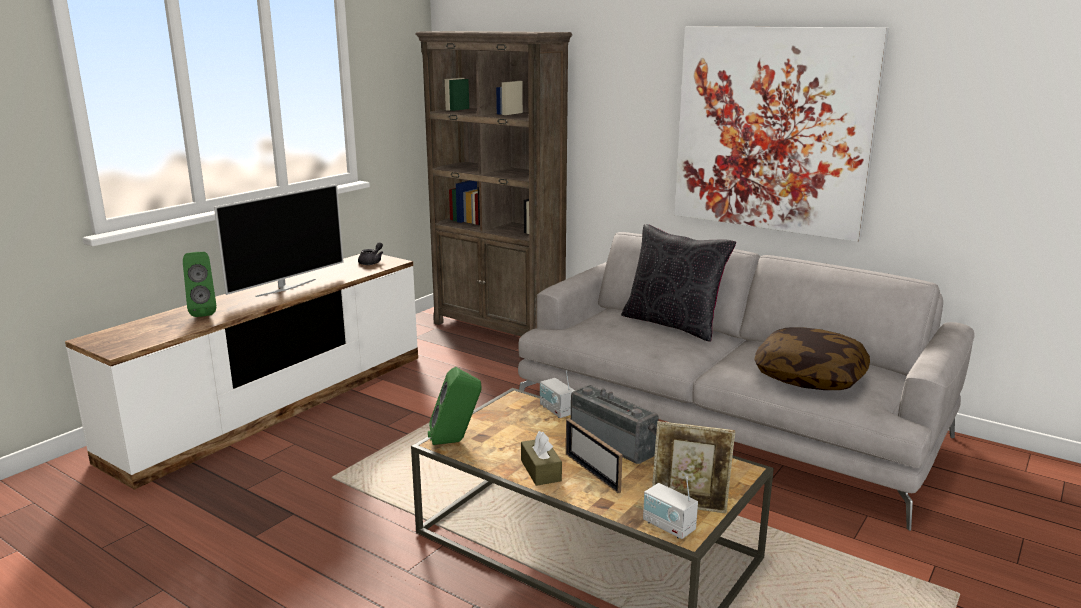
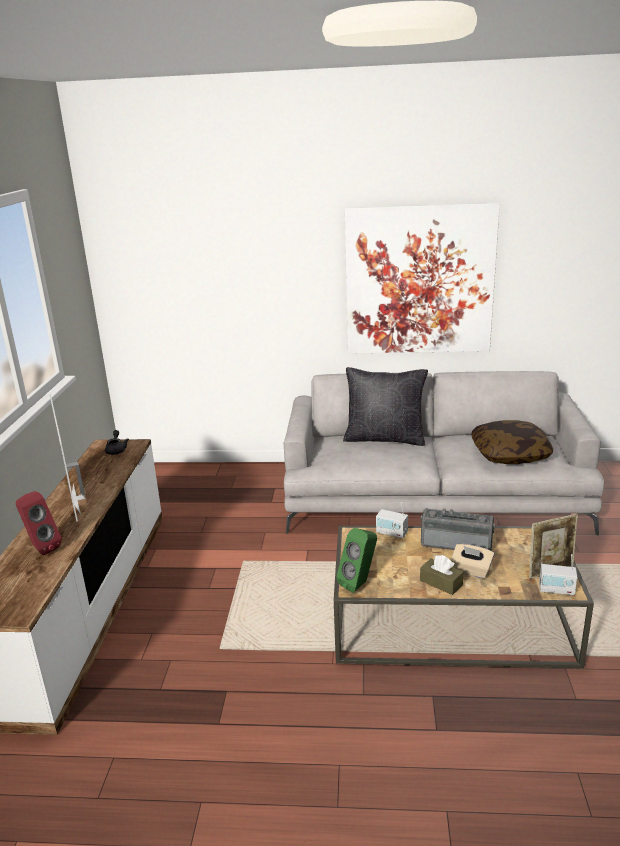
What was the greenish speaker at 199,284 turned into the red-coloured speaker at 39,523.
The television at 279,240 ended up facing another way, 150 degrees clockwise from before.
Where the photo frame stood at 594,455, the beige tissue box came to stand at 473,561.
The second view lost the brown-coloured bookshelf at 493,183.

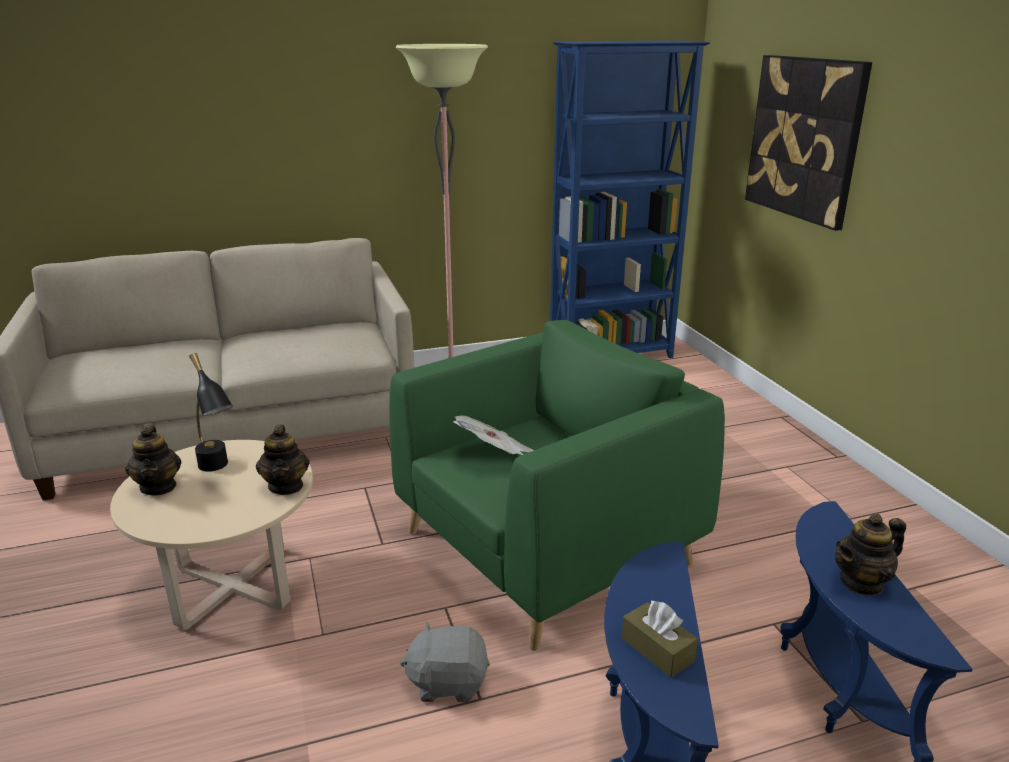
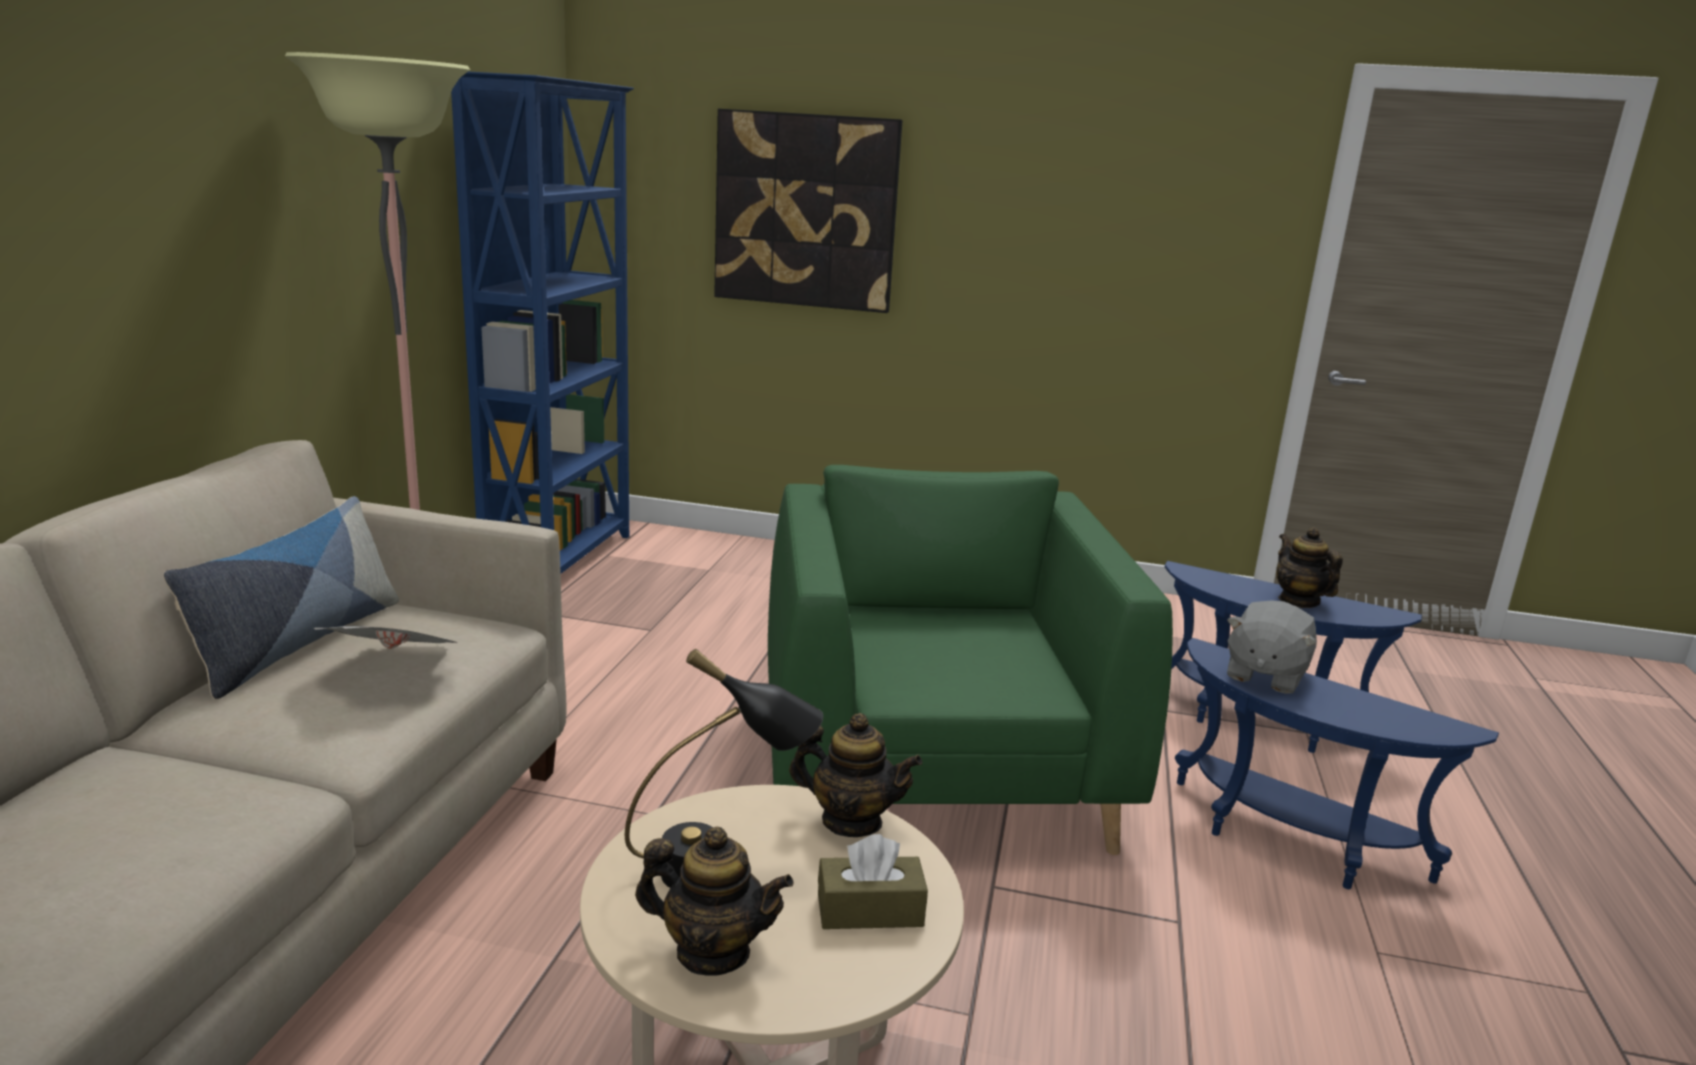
The second view gained the pillow at 281,597.
The printed paper ended up elsewhere, having gone from 493,435 to 385,637.
The brown-coloured tissue box ended up elsewhere, having gone from 660,639 to 873,881.
The greyish soft toy ended up elsewhere, having gone from 445,661 to 1272,647.
The tea pot at 870,555 ended up facing another way, 150 degrees clockwise from before.

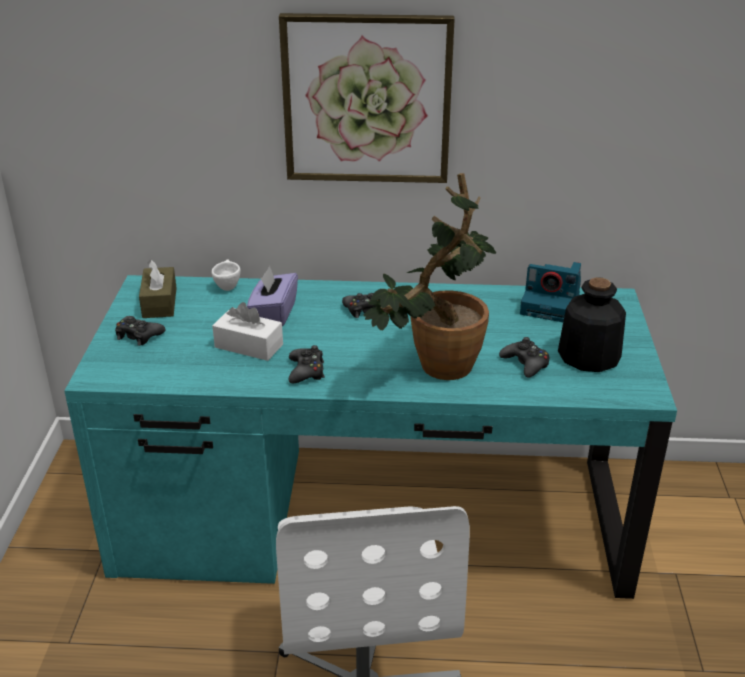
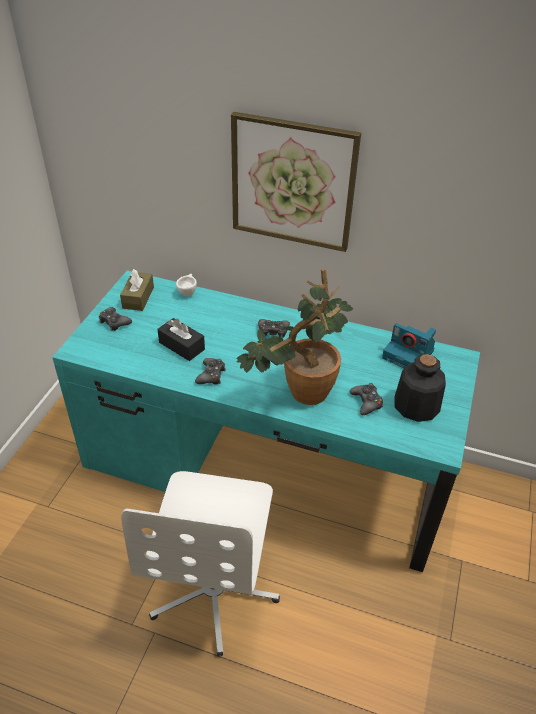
What was the white-coloured tissue box at 247,331 turned into the black tissue box at 181,339.
The second view lost the purple tissue box at 272,296.

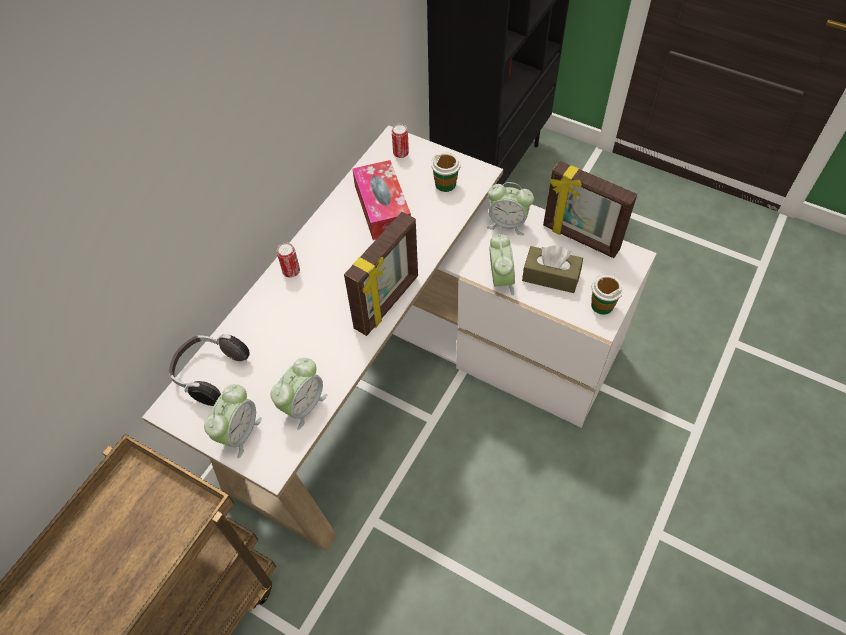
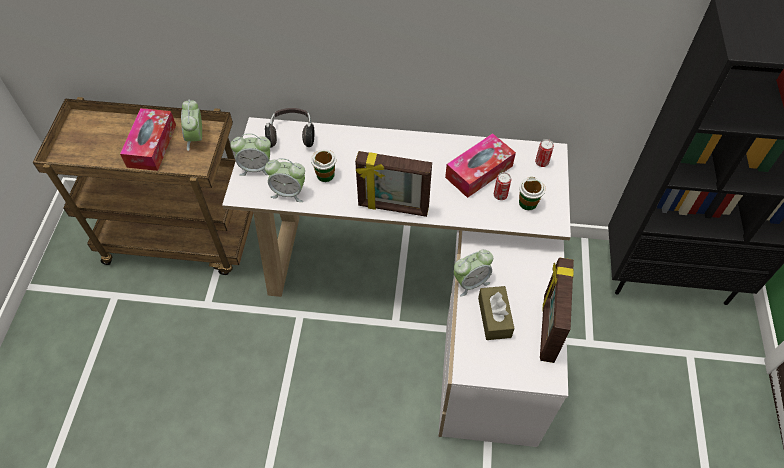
The second view gained the tissue box at 148,139.
The table clock ended up elsewhere, having gone from 510,208 to 191,125.
The small cup ended up elsewhere, having gone from 607,295 to 323,165.
The metal can ended up elsewhere, having gone from 288,260 to 502,186.

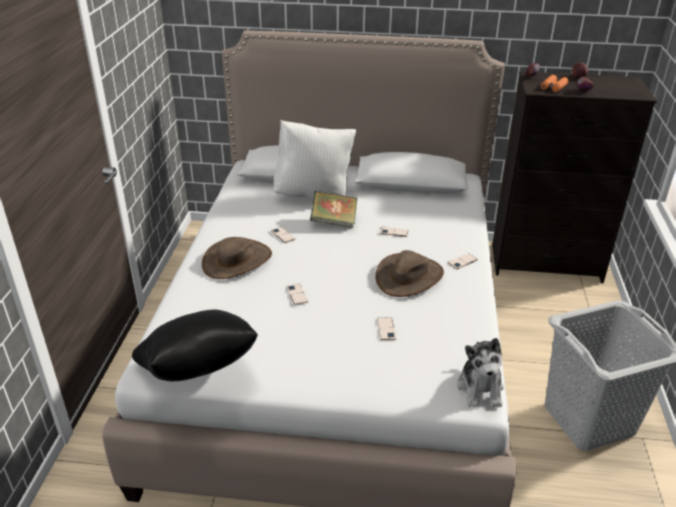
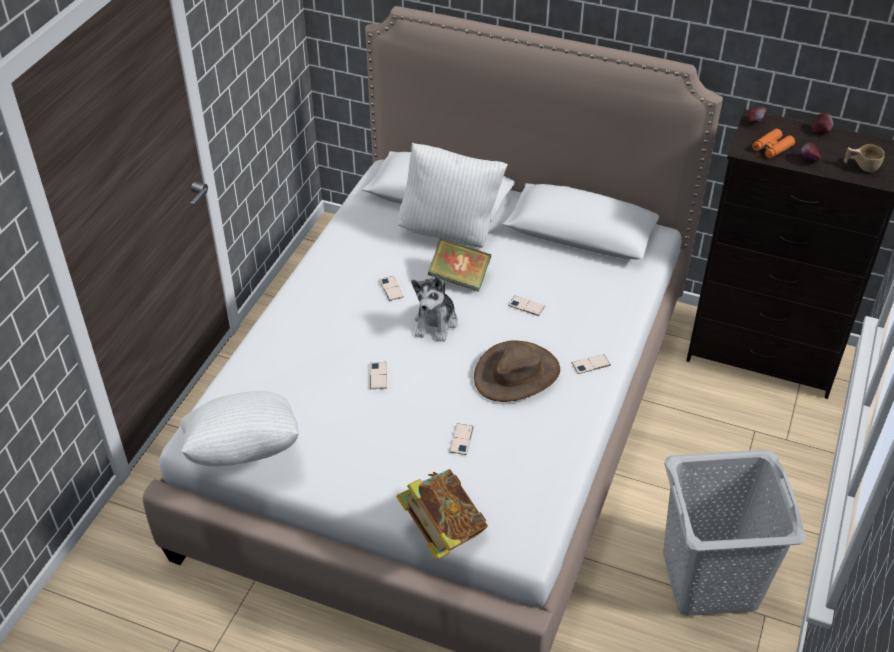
What was the black pillow at 195,345 turned into the white-coloured pillow at 239,429.
The second view gained the book at 442,514.
The soft toy ended up elsewhere, having gone from 480,372 to 434,309.
The second view gained the beige small cup at 864,158.
The second view lost the brown-coloured clothing hat at 237,258.

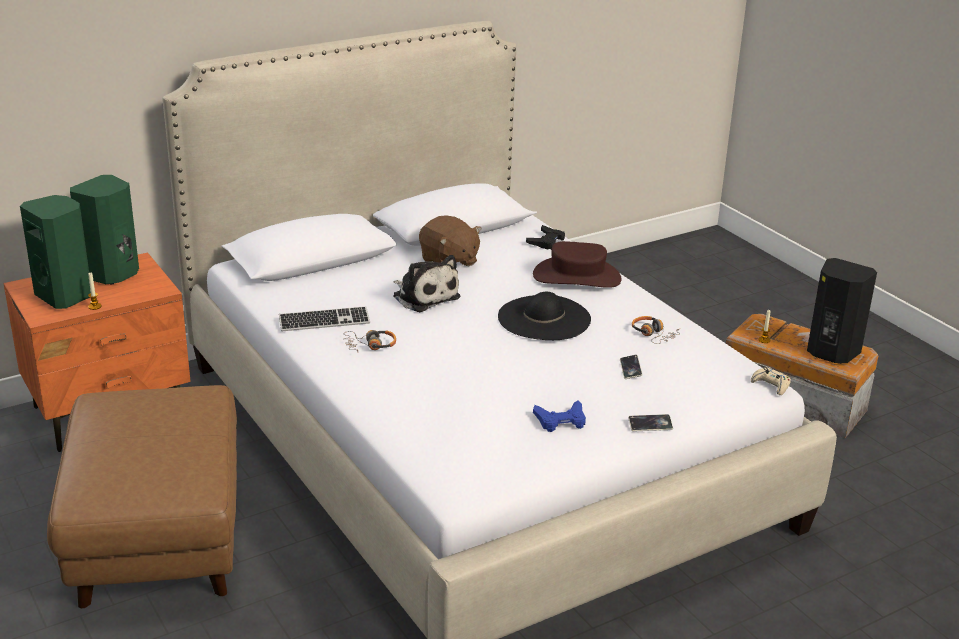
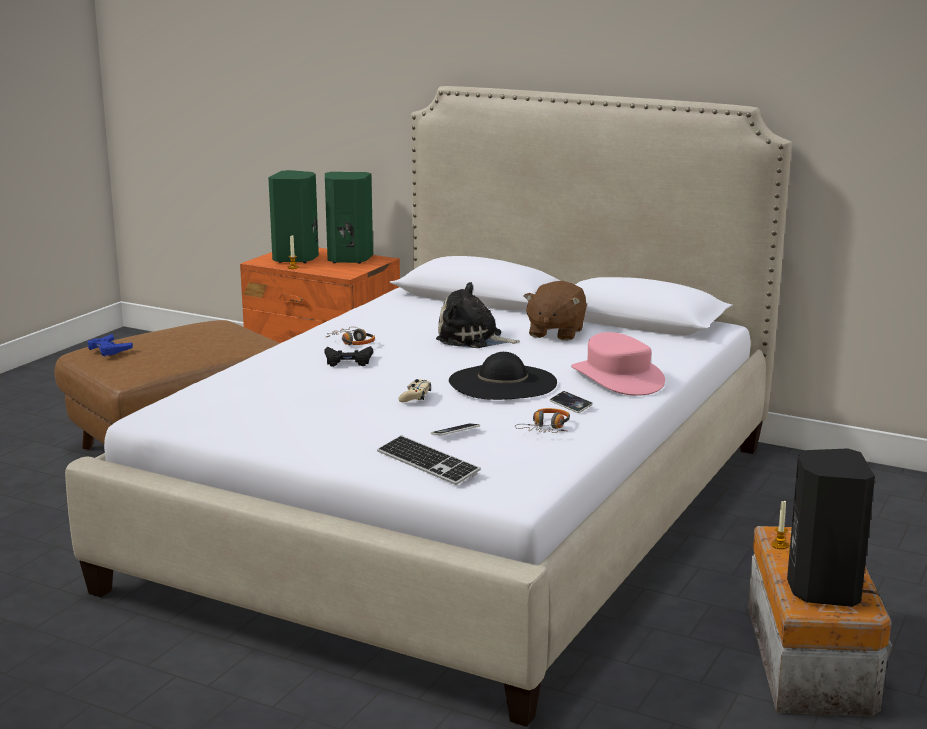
The blue gamepad ended up elsewhere, having gone from 559,416 to 110,345.
The black gamepad ended up elsewhere, having gone from 545,237 to 348,356.
The keyboard ended up elsewhere, having gone from 324,318 to 429,460.
The beige gamepad ended up elsewhere, having gone from 771,381 to 415,390.
The soft toy at 427,283 ended up facing another way, 90 degrees clockwise from before.
The handset ended up elsewhere, having gone from 650,422 to 571,402.
What was the brown-coloured clothing hat at 577,264 turned into the pink-coloured clothing hat at 618,364.

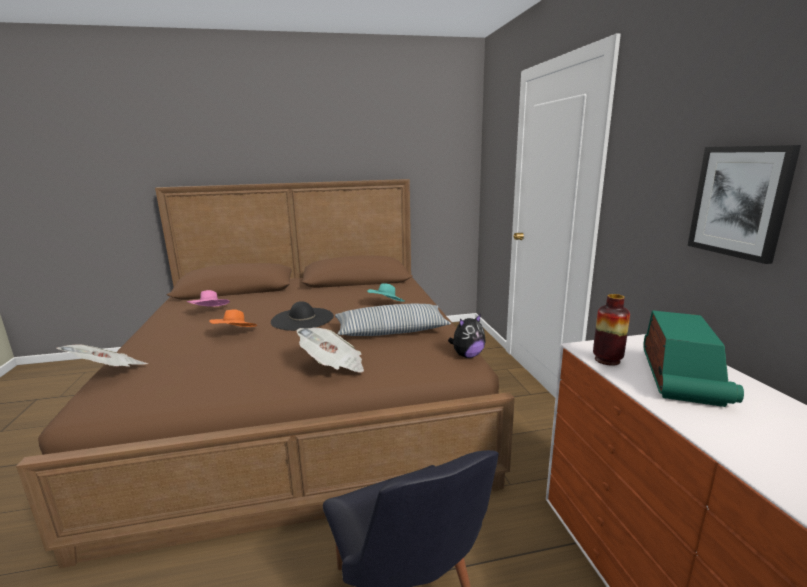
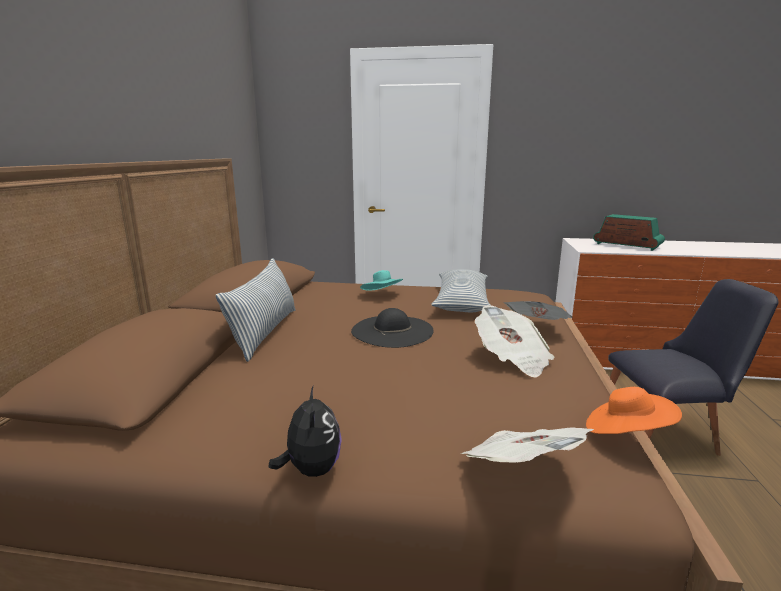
The second view gained the pillow at 255,310.
The soft toy ended up elsewhere, having gone from 467,336 to 305,432.
The second view gained the printed paper at 514,341.
The orange-coloured clothing hat ended up elsewhere, having gone from 233,318 to 634,410.
The second view lost the pink-coloured clothing hat at 208,298.
The second view lost the vase at 611,330.
The second view lost the picture at 744,204.

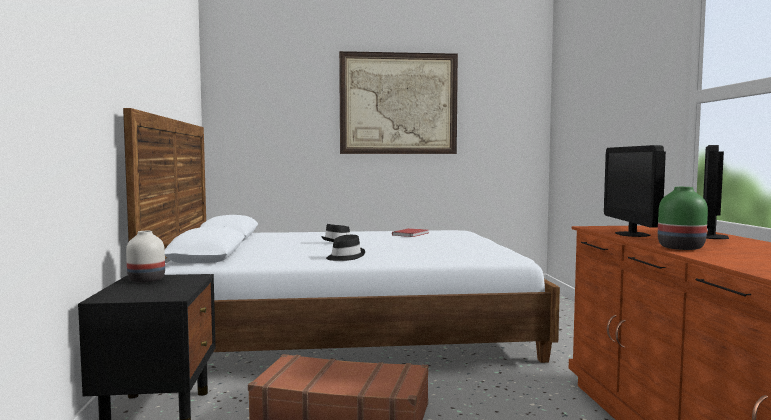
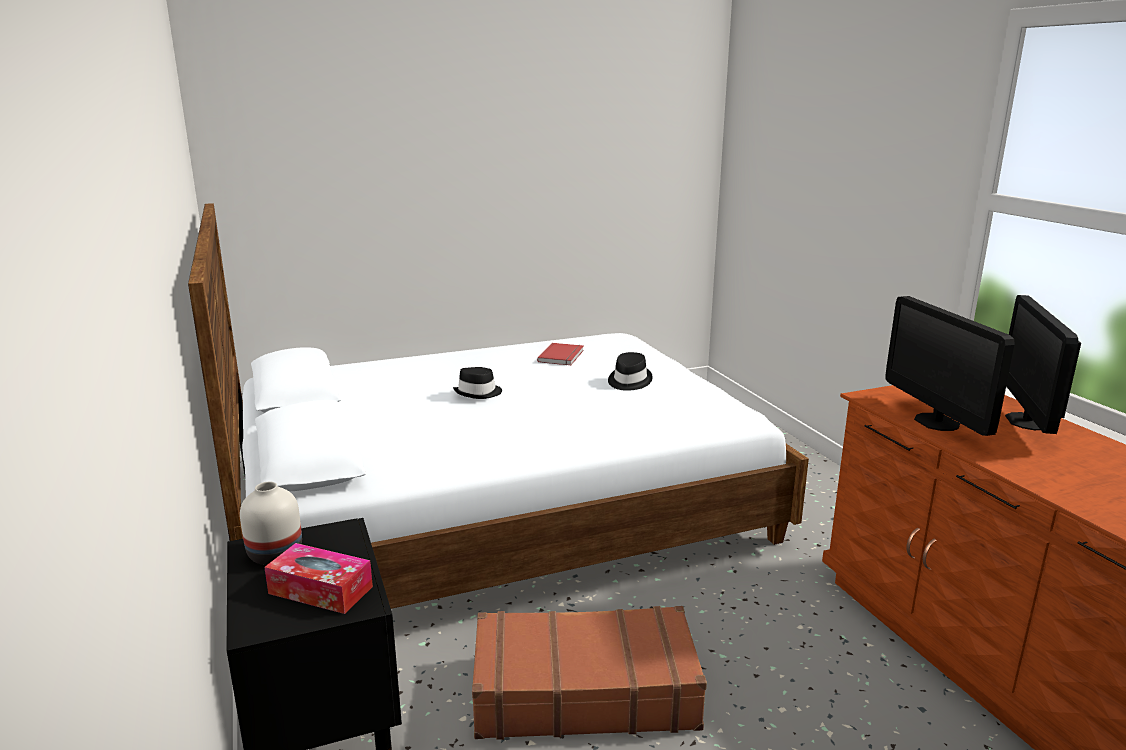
The second view gained the tissue box at 318,578.
The black clothing hat ended up elsewhere, having gone from 345,248 to 630,371.
The second view lost the picture at 398,102.
The second view lost the greenish vase at 683,218.

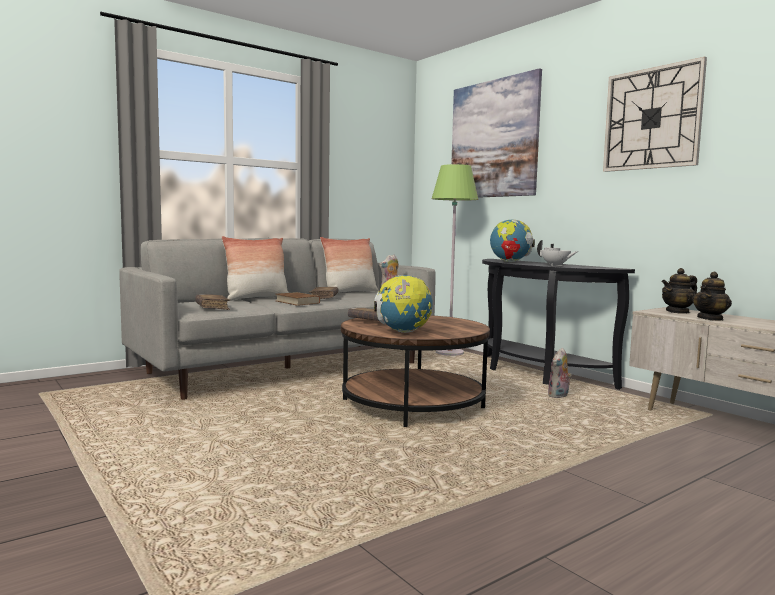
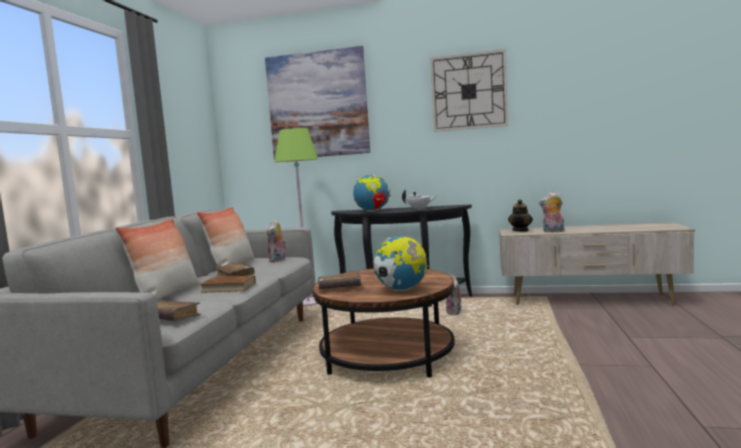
Where the tea pot stood at 712,296, the soft toy came to stand at 552,212.

